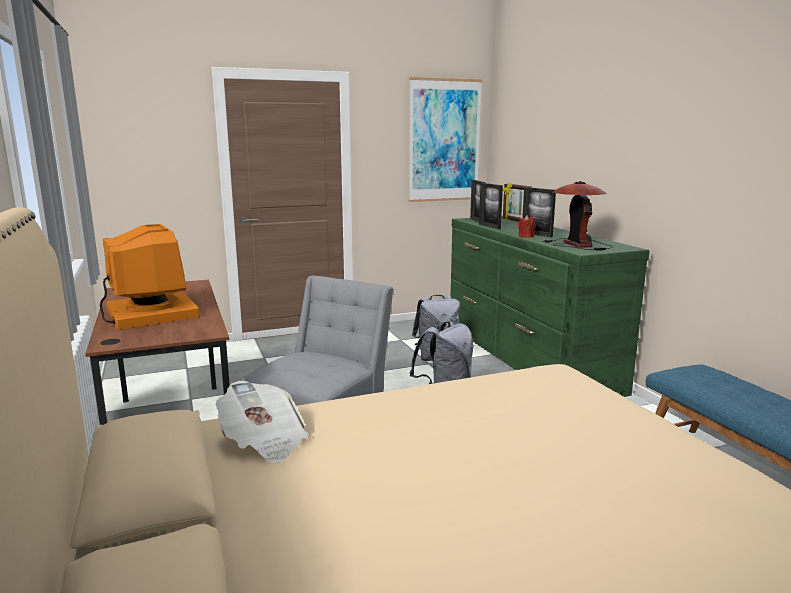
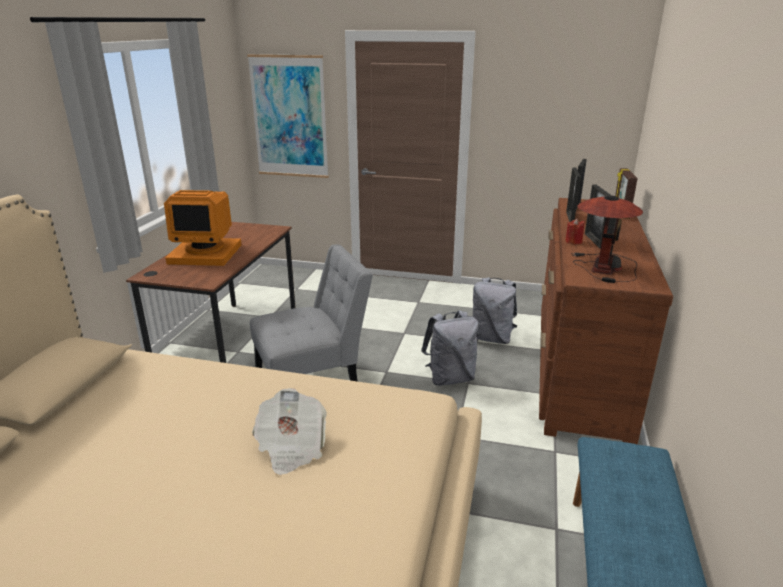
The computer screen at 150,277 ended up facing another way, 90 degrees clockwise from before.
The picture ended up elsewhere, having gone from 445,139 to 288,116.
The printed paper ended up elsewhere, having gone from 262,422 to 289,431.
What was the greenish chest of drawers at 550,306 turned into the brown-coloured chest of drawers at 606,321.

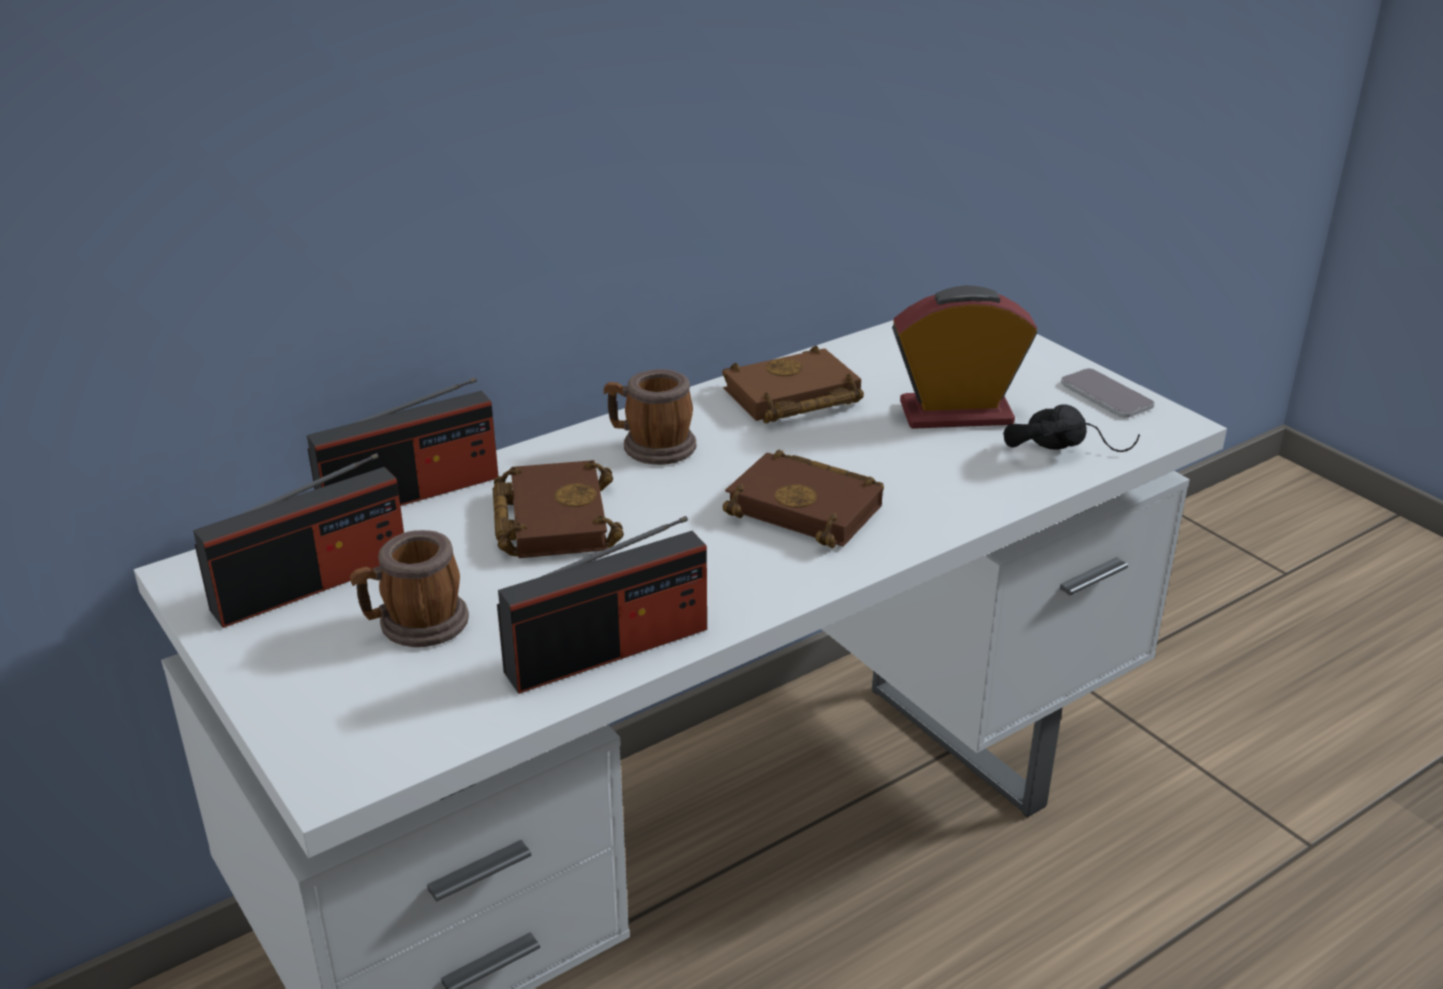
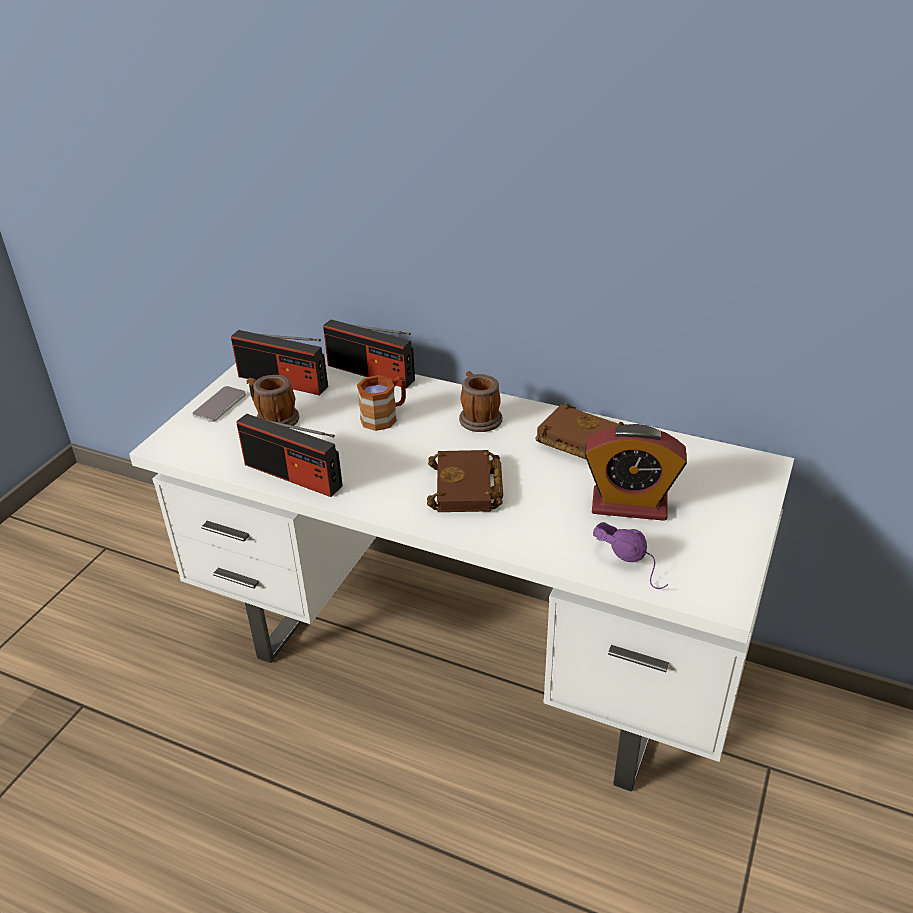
The handset ended up elsewhere, having gone from 1108,393 to 219,404.
Where the brown-coloured book stood at 558,509, the brown-coloured tea mug came to stand at 381,403.
The table clock at 964,357 ended up facing another way, 135 degrees clockwise from before.
What was the black pair of headphones at 1071,428 turned into the purple pair of headphones at 630,555.

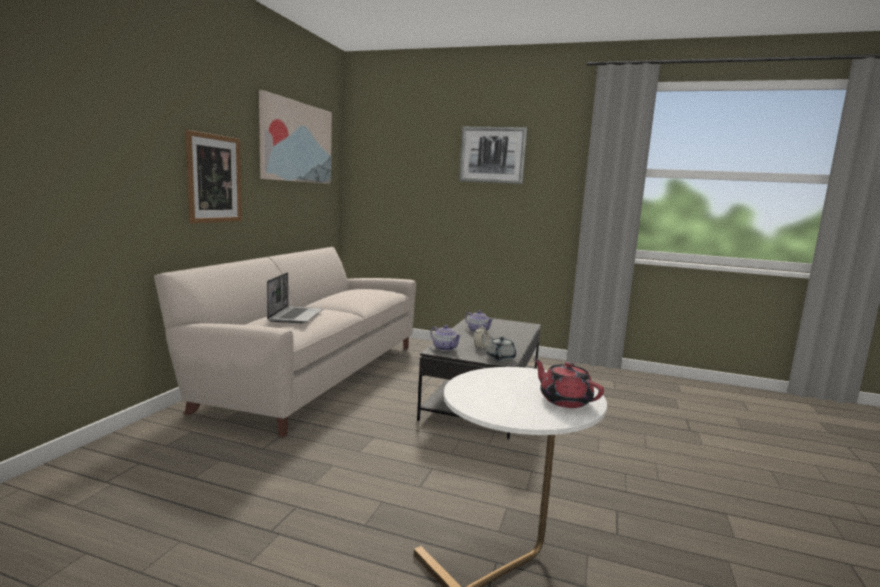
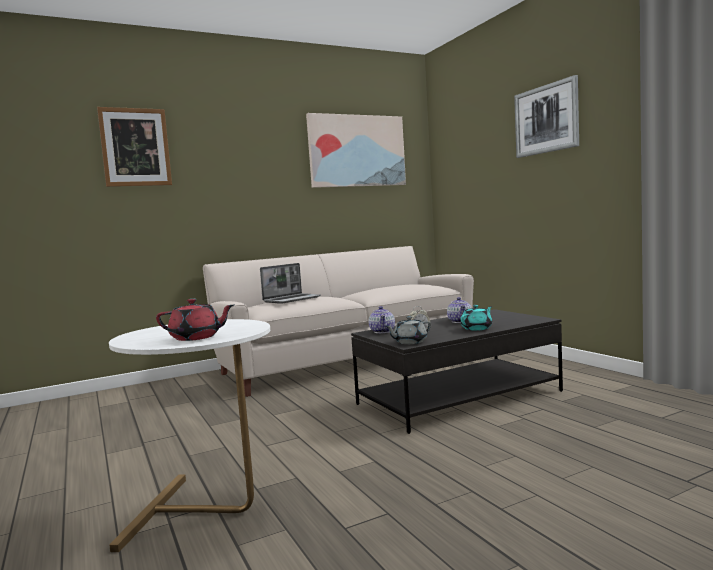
The picture ended up elsewhere, having gone from 213,176 to 134,147.
The red-coloured tea pot at 568,383 ended up facing another way, 90 degrees clockwise from before.
The second view gained the turquoise-coloured tea pot at 476,318.

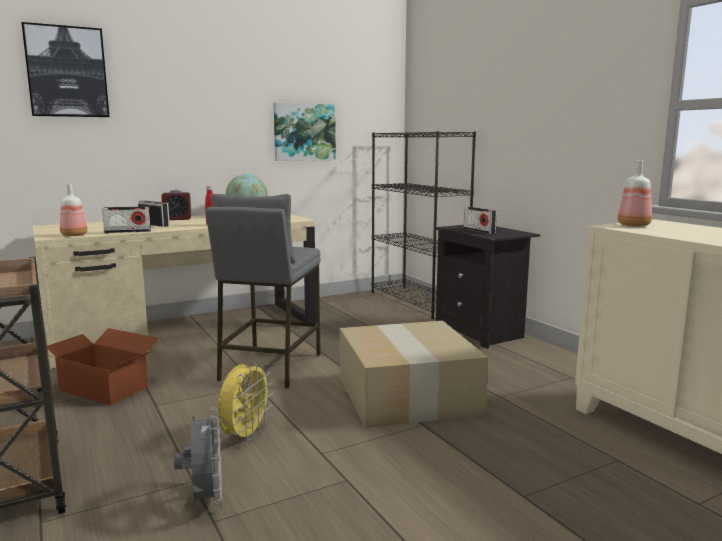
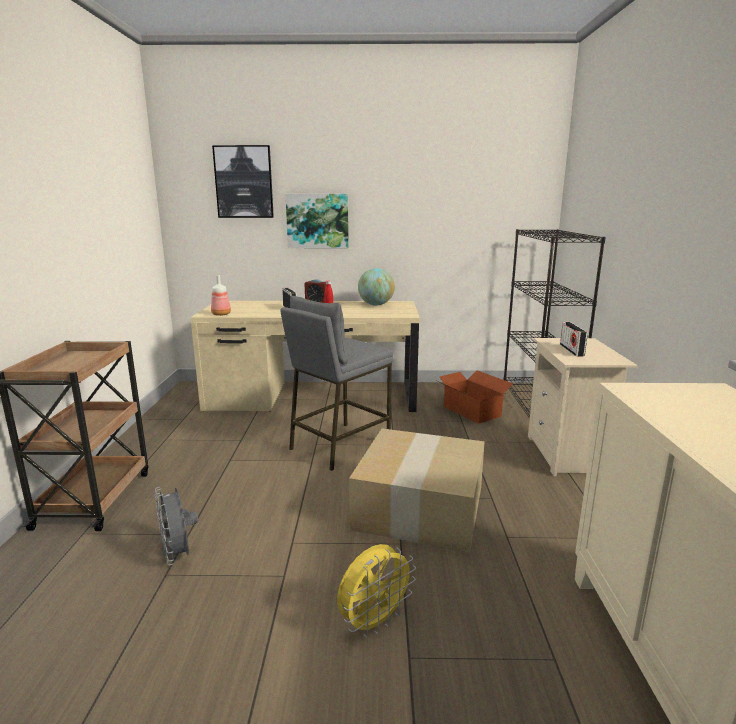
The greyish electric fan at 198,458 ended up facing another way, 135 degrees clockwise from before.
The picture ended up elsewhere, having gone from 305,132 to 317,221.
The yellowish electric fan ended up elsewhere, having gone from 245,402 to 376,591.
The carton ended up elsewhere, having gone from 102,366 to 474,397.
What was the black nightstand at 487,287 turned into the beige nightstand at 583,407.
The second view lost the radio set at 126,219.
The second view lost the beverage bottle at 635,193.

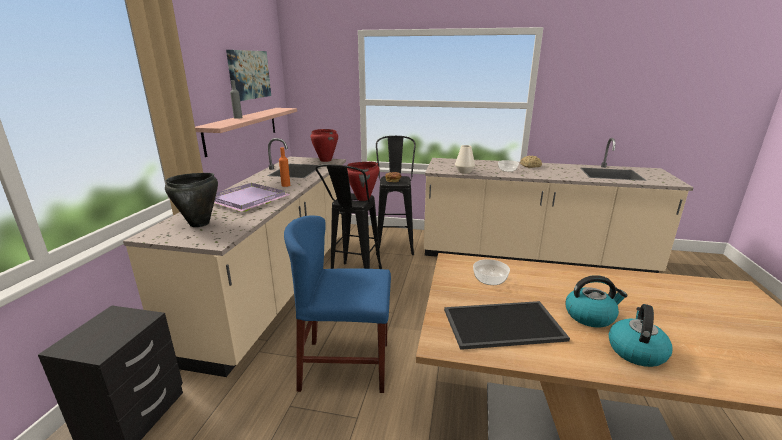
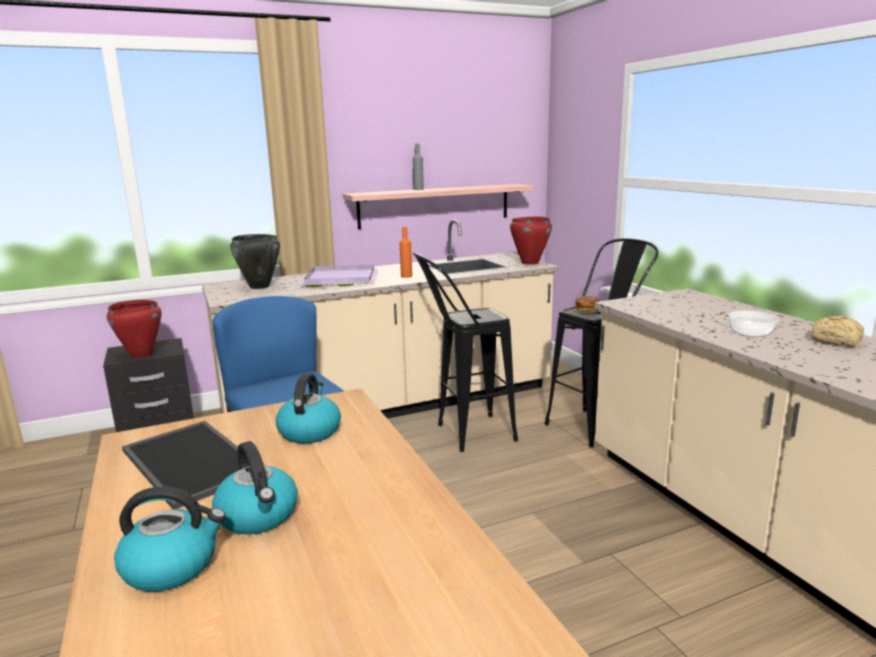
The red-coloured cooking pot ended up elsewhere, having gone from 362,181 to 134,329.
Where the bowl stood at 491,272, the water kettle came to stand at 308,408.
The second view lost the picture at 248,75.
The second view lost the white-coloured vase at 465,159.

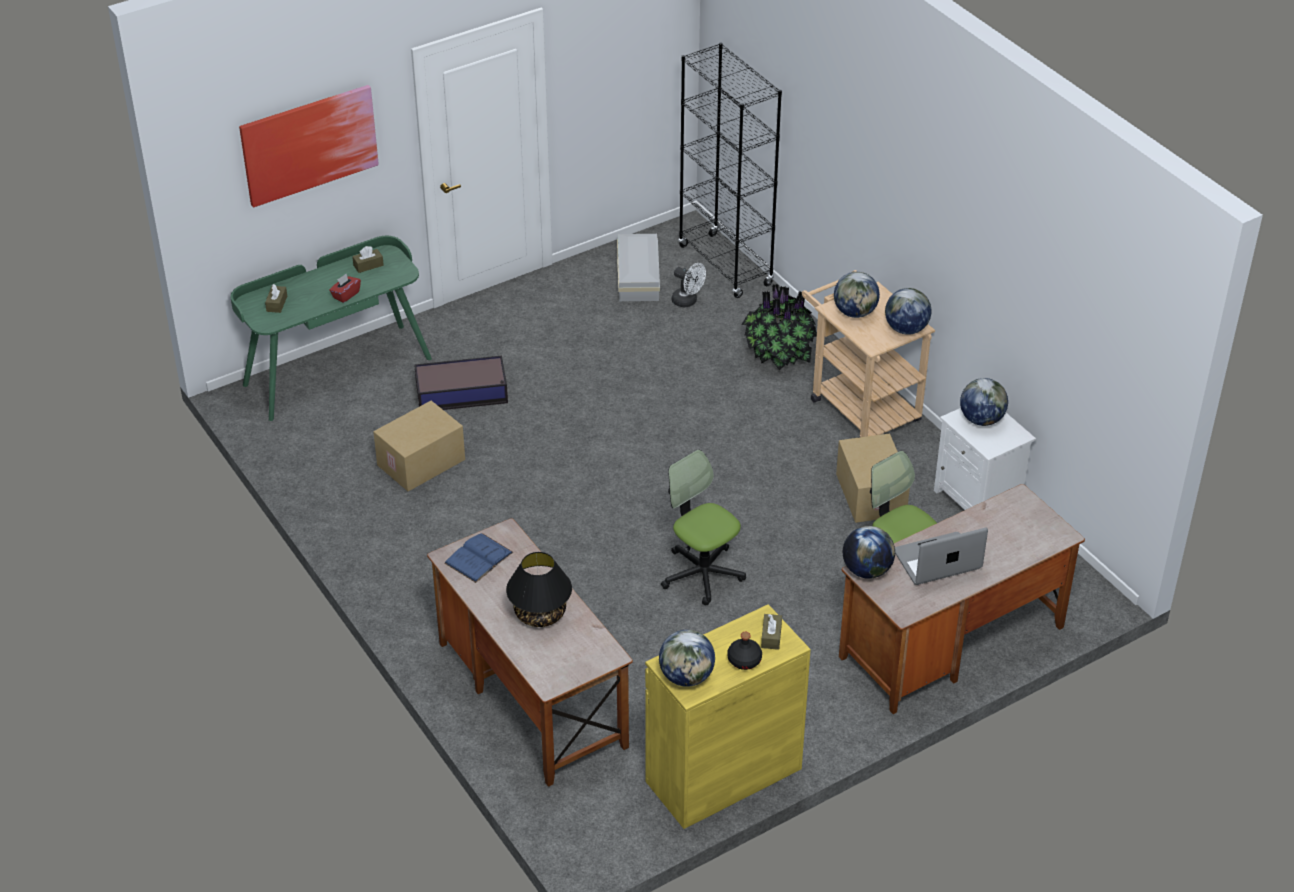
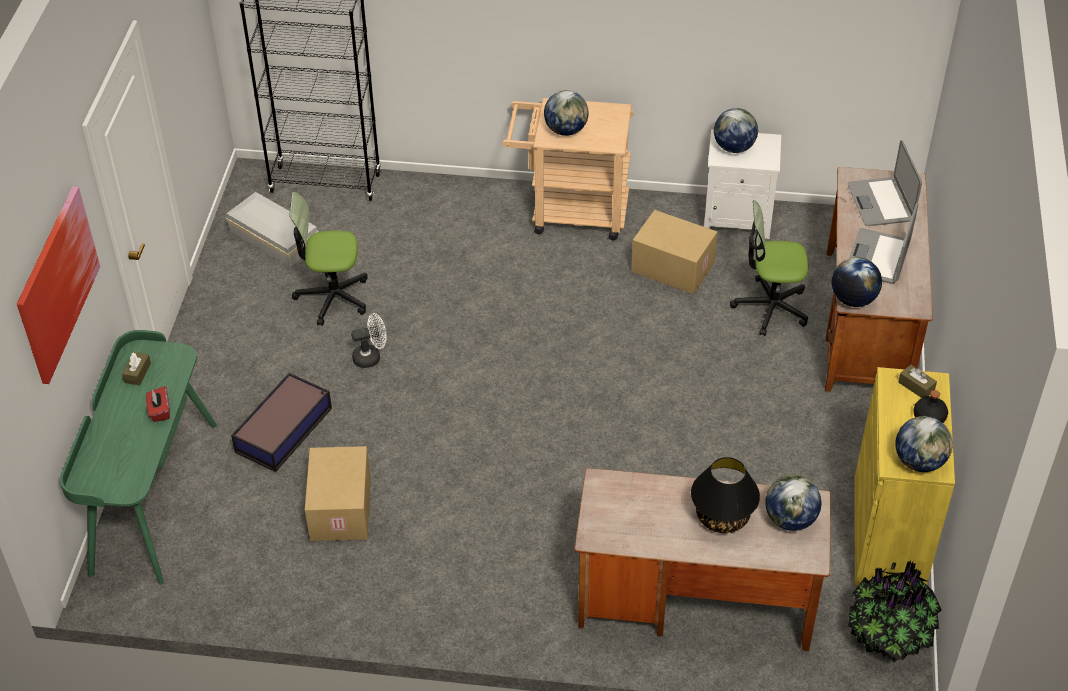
The computer chair ended up elsewhere, having gone from 703,527 to 329,259.
The white-coloured electric fan ended up elsewhere, having gone from 688,285 to 369,340.
The globe ended up elsewhere, having gone from 908,311 to 793,503.
The second view gained the portable computer at 884,183.
The plant in a pot ended up elsewhere, having gone from 779,327 to 895,611.
The second view lost the brown-coloured tissue box at 276,298.
The second view lost the blue book at 479,558.

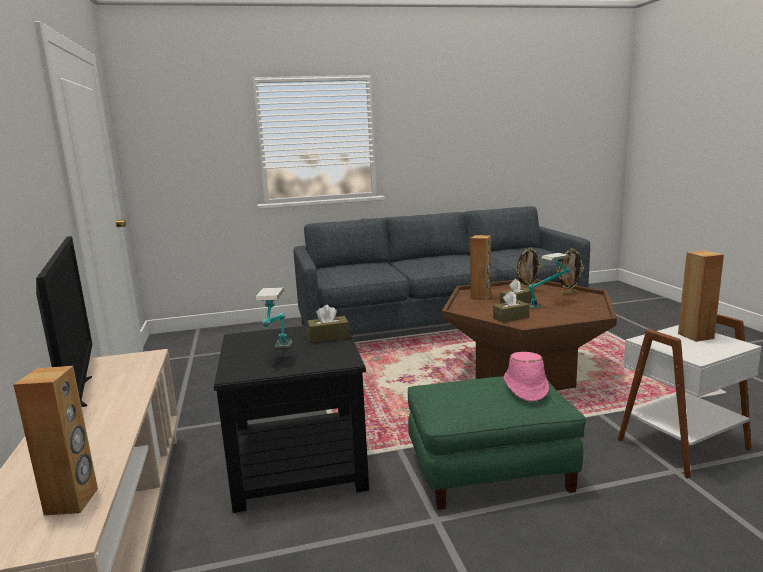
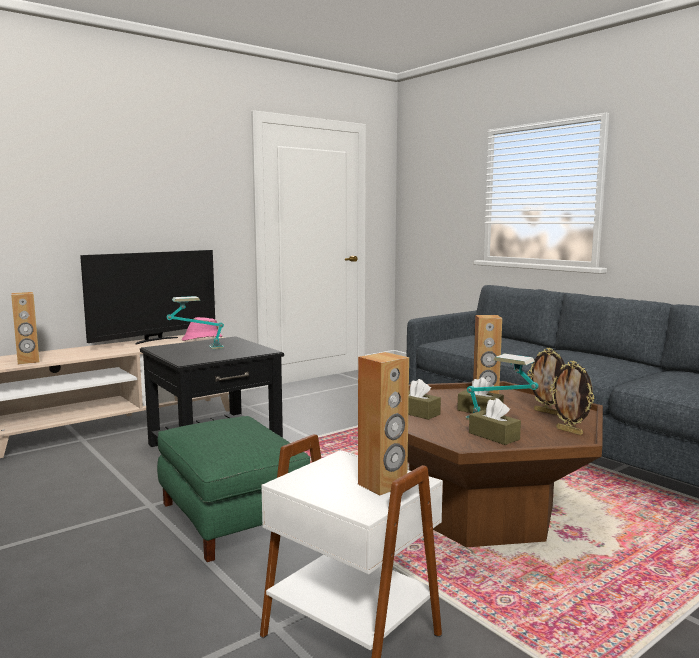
The pink-coloured clothing hat ended up elsewhere, having gone from 526,377 to 202,329.
The brown-coloured tissue box ended up elsewhere, having gone from 328,324 to 495,421.

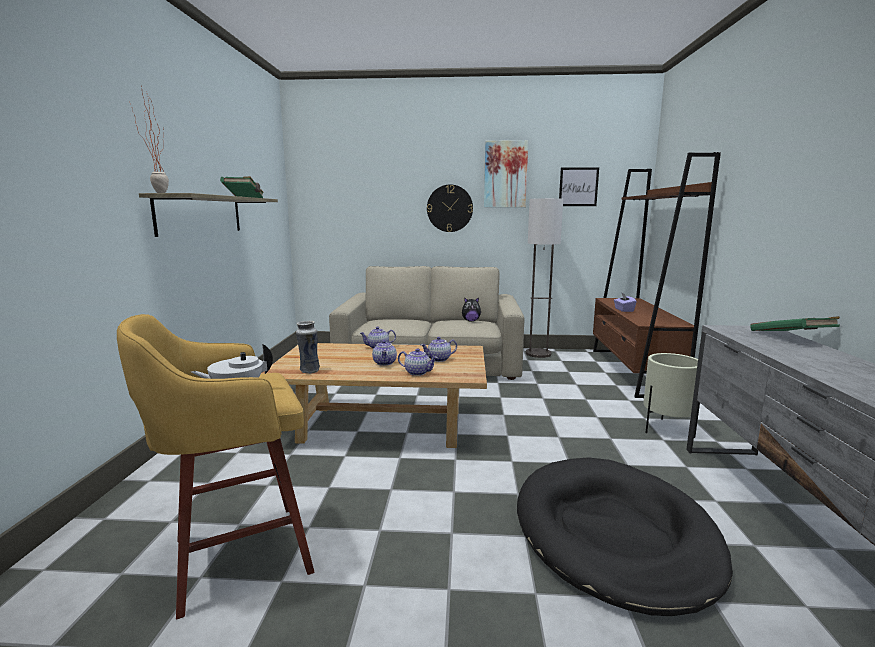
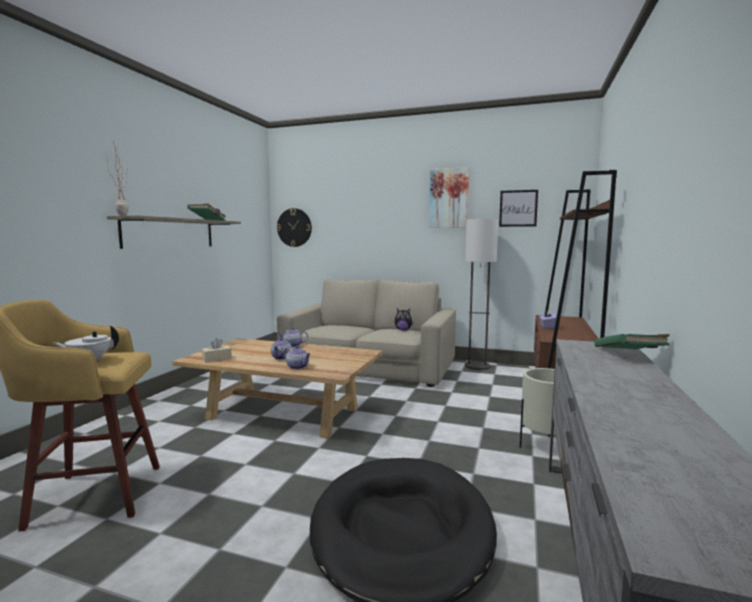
Where the vase stood at 308,347, the beige tissue box came to stand at 217,350.
The hanging clock ended up elsewhere, having gone from 450,208 to 294,227.
The second view lost the tea pot at 439,349.

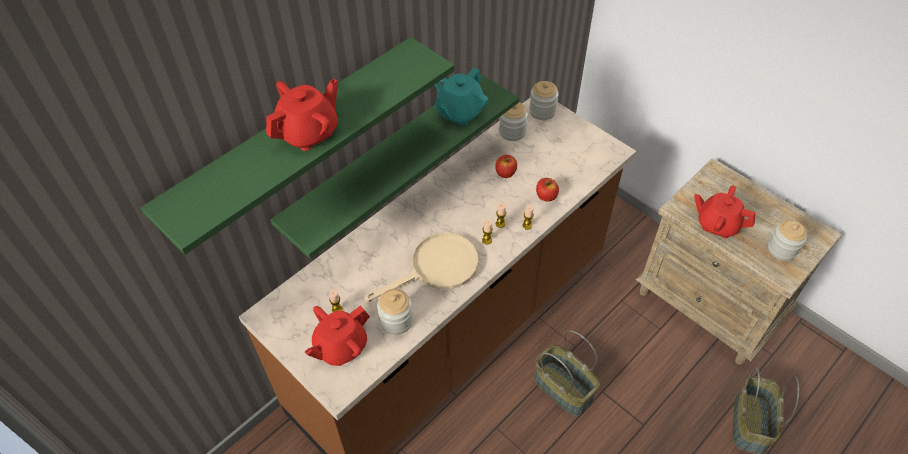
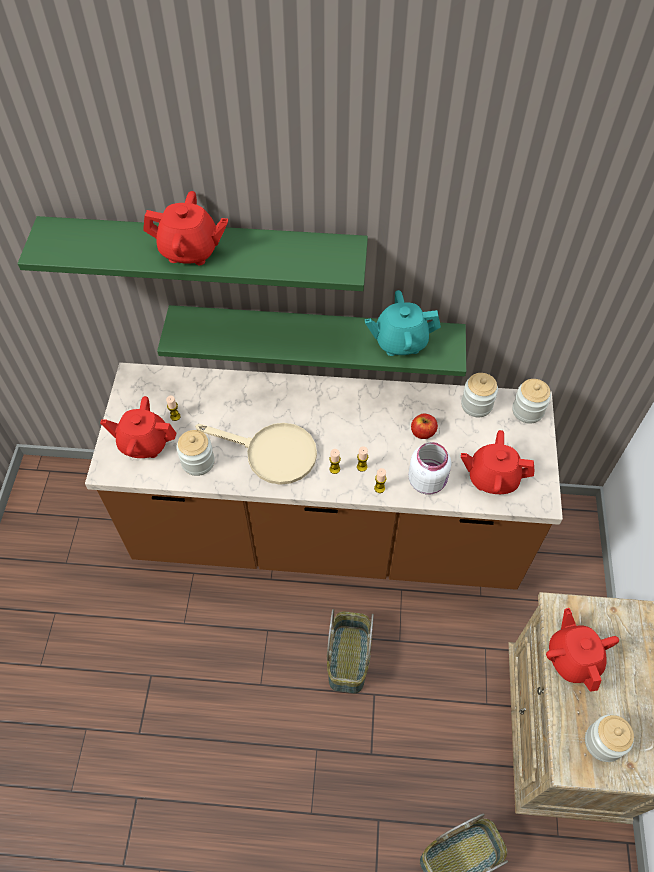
Where the apple stood at 547,190, the white-coloured storage jar came to stand at 429,468.
The second view gained the red-coloured tea pot at 497,462.

